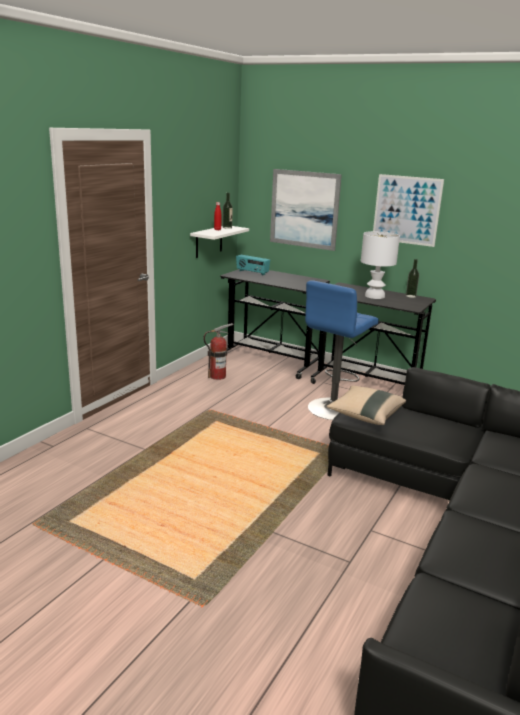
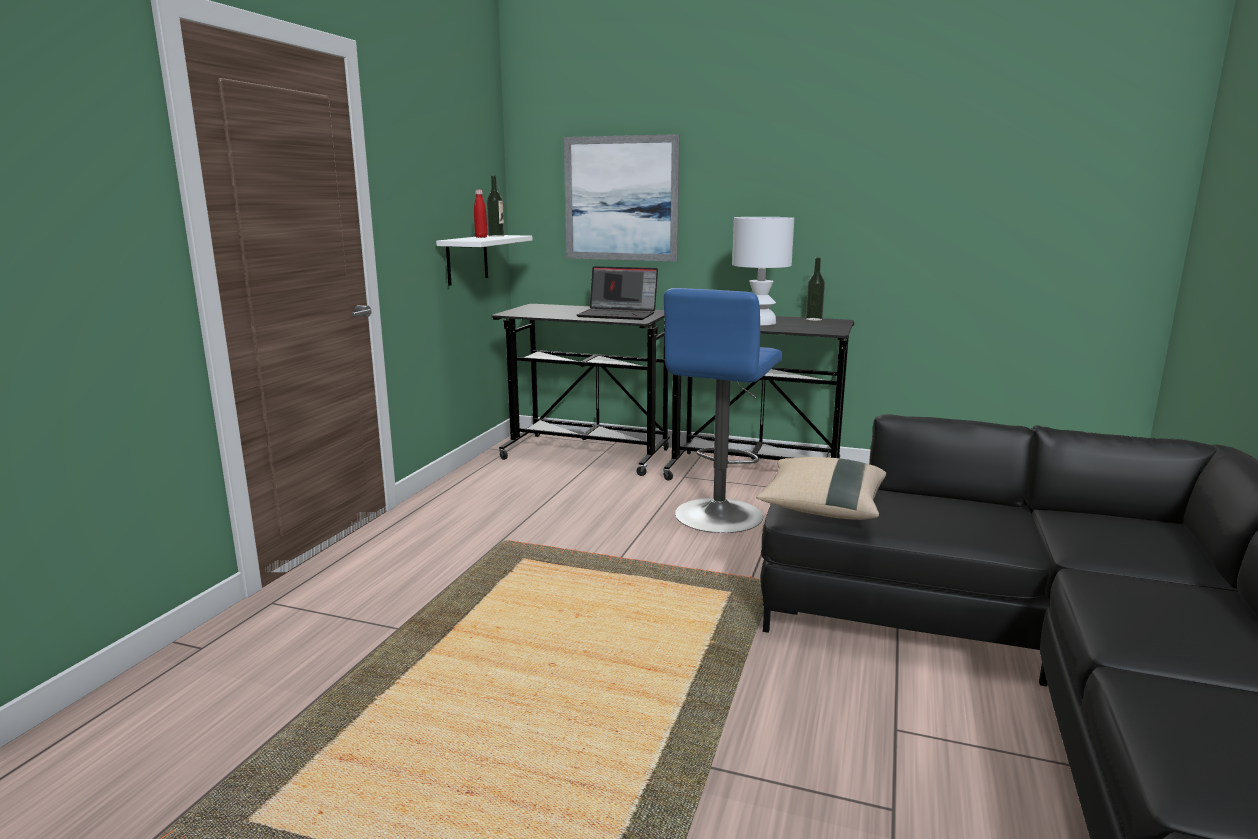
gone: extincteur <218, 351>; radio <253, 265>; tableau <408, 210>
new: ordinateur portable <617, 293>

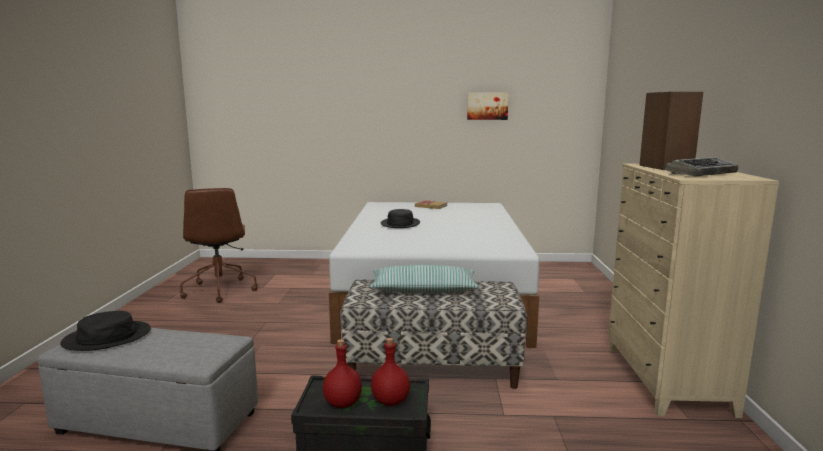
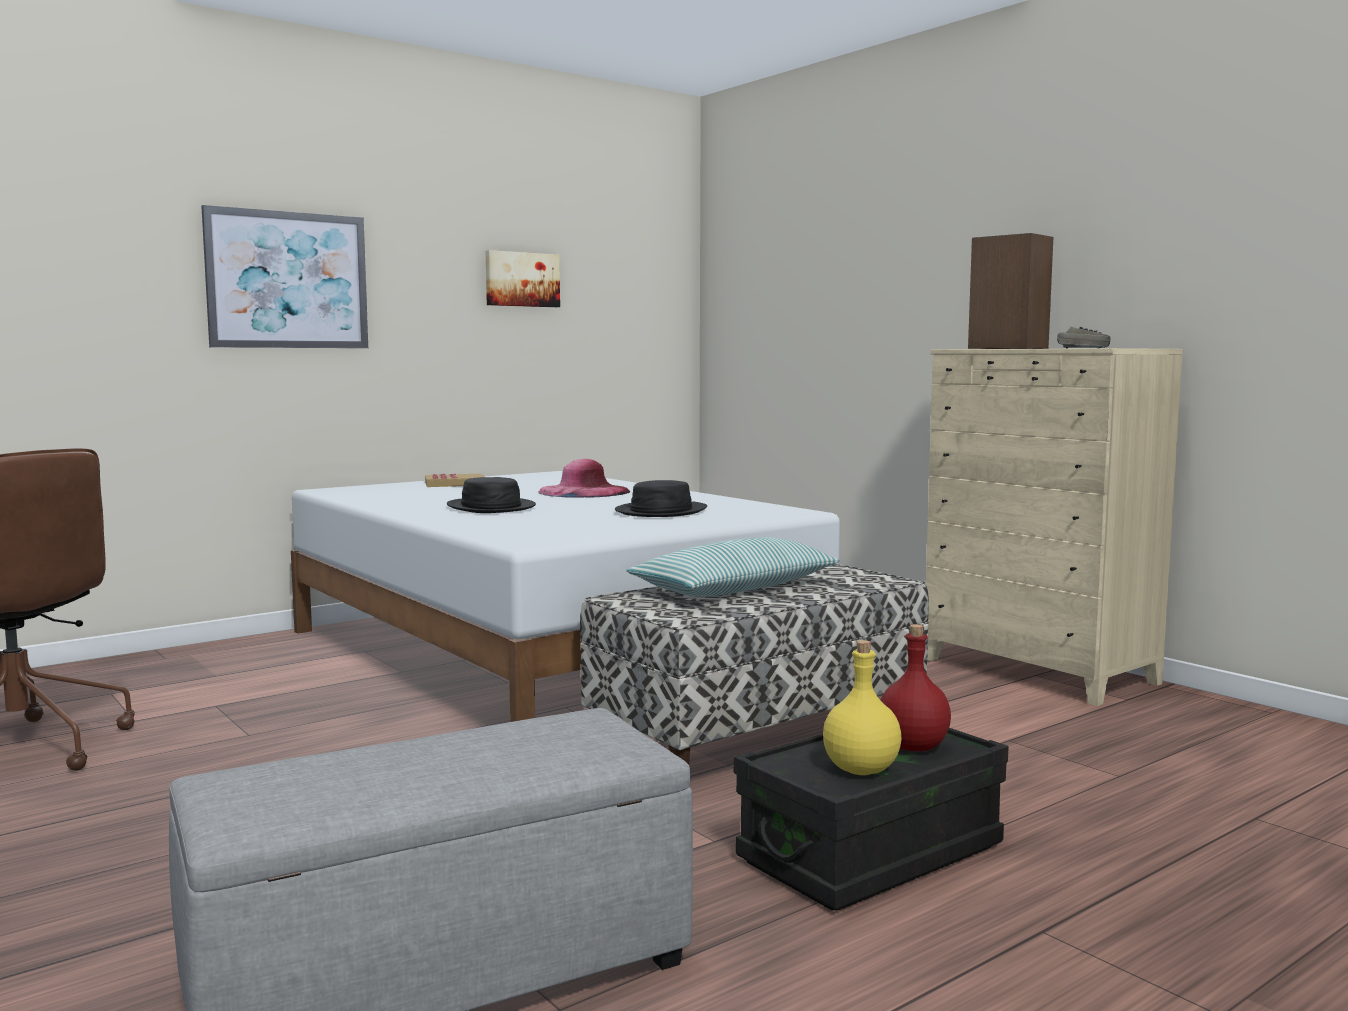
new: tableau <284, 276>; chapeau/rose <584, 478>
shifted: chapeau/noir <105, 331> to <661, 498>
repainted: bouteille/rouge <342, 373> to bouteille/jaune <862, 707>

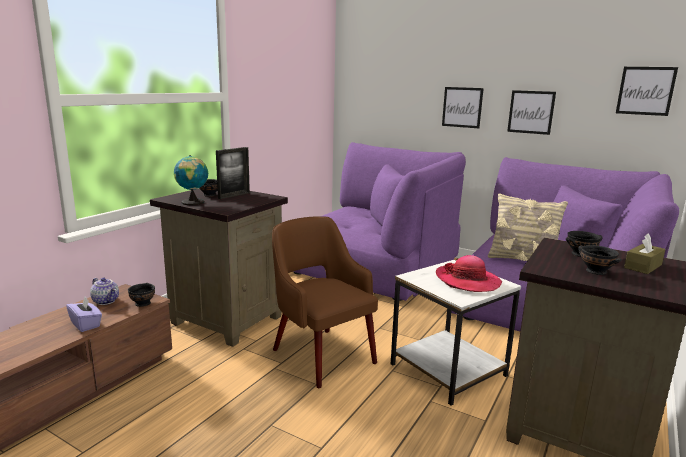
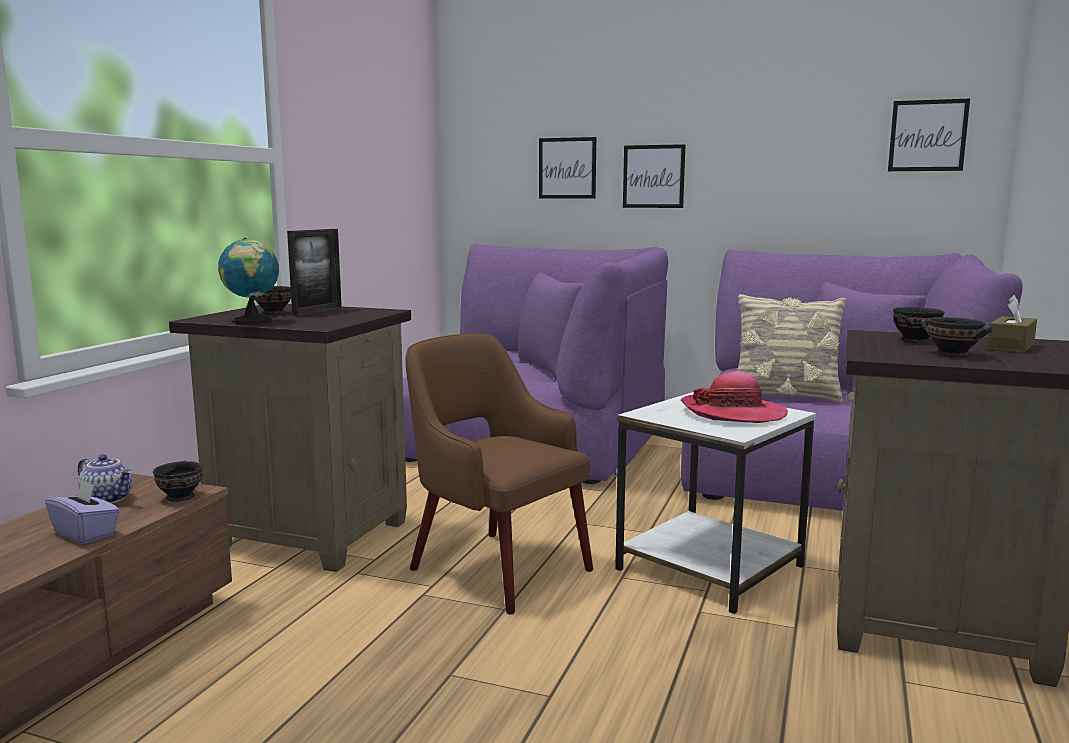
shifted: tableau <531, 112> to <567, 168>

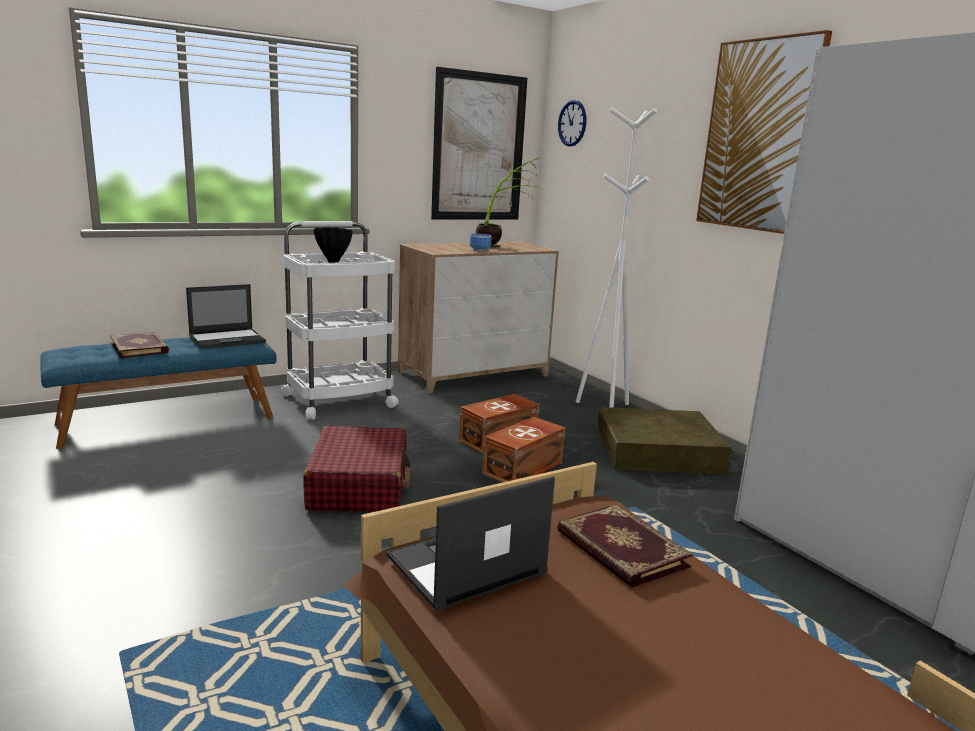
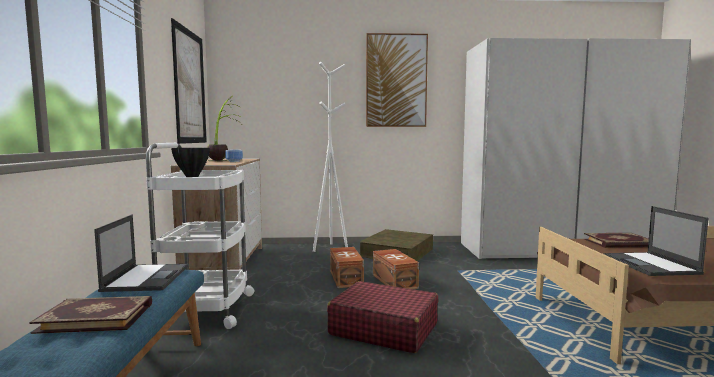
gone: horloge murale <572, 123>

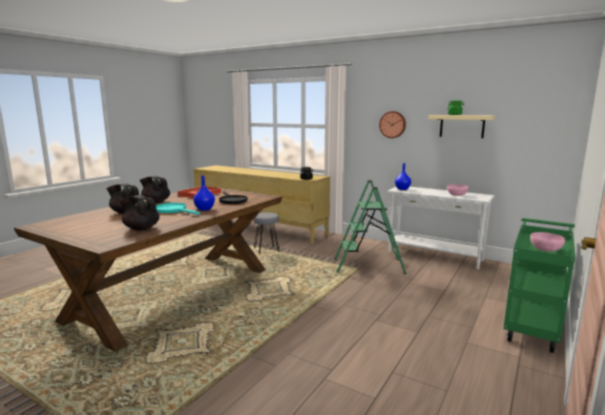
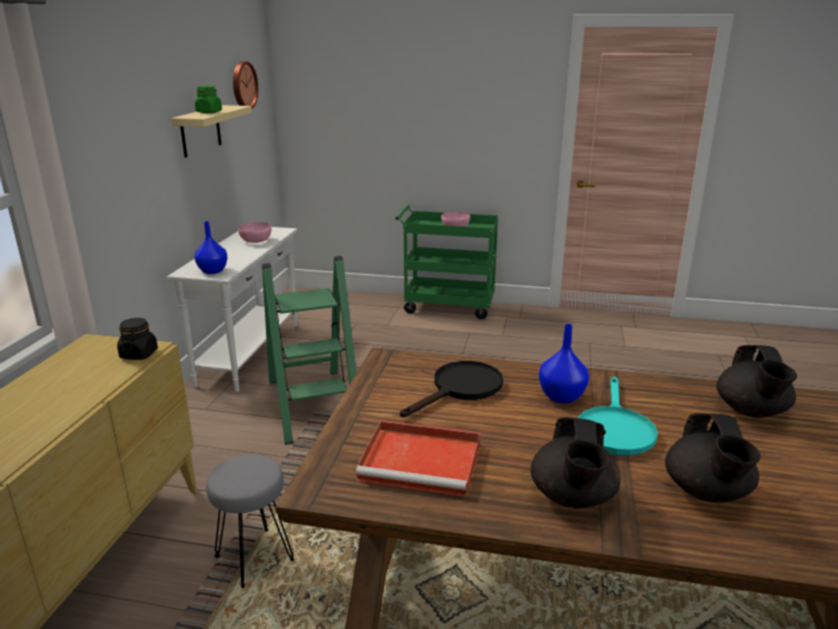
shifted: horloge murale <392, 124> to <245, 85>

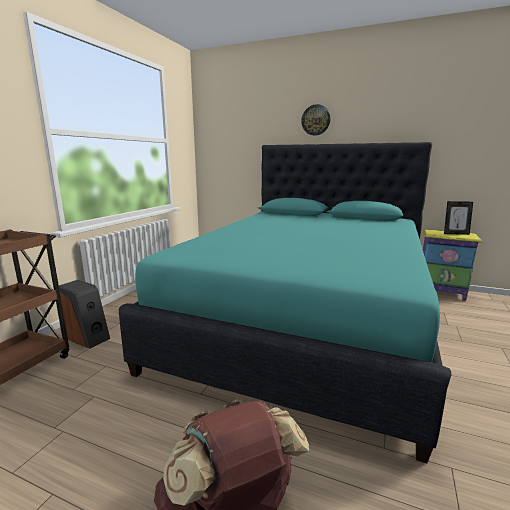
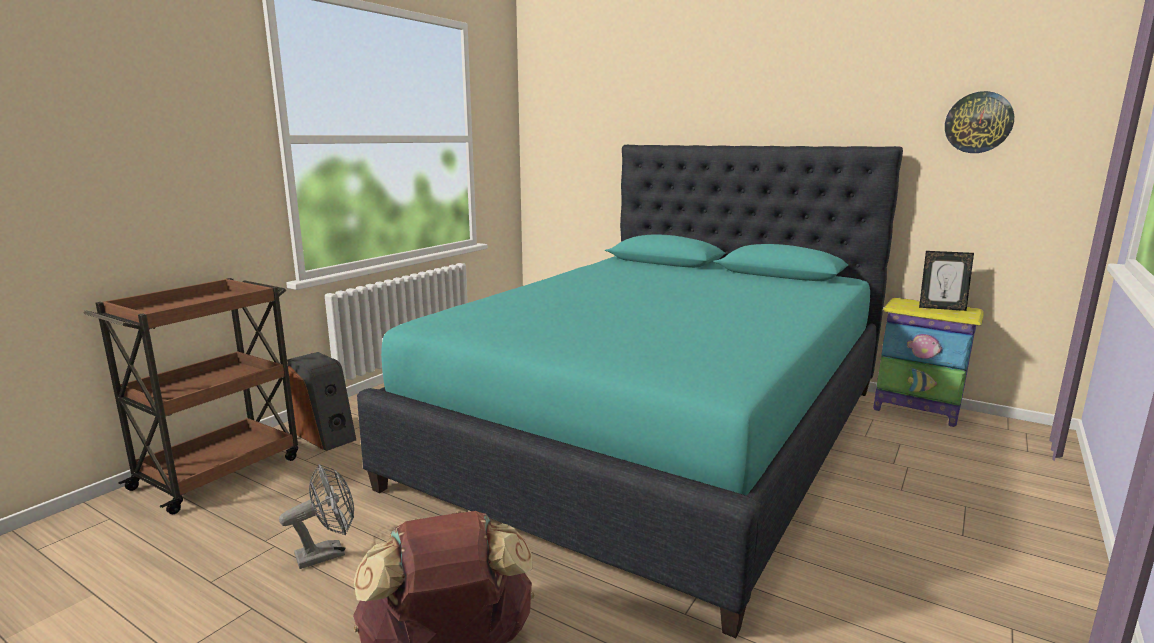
new: ventilateur/gris <316, 516>
shifted: horloge murale <315, 119> to <979, 122>

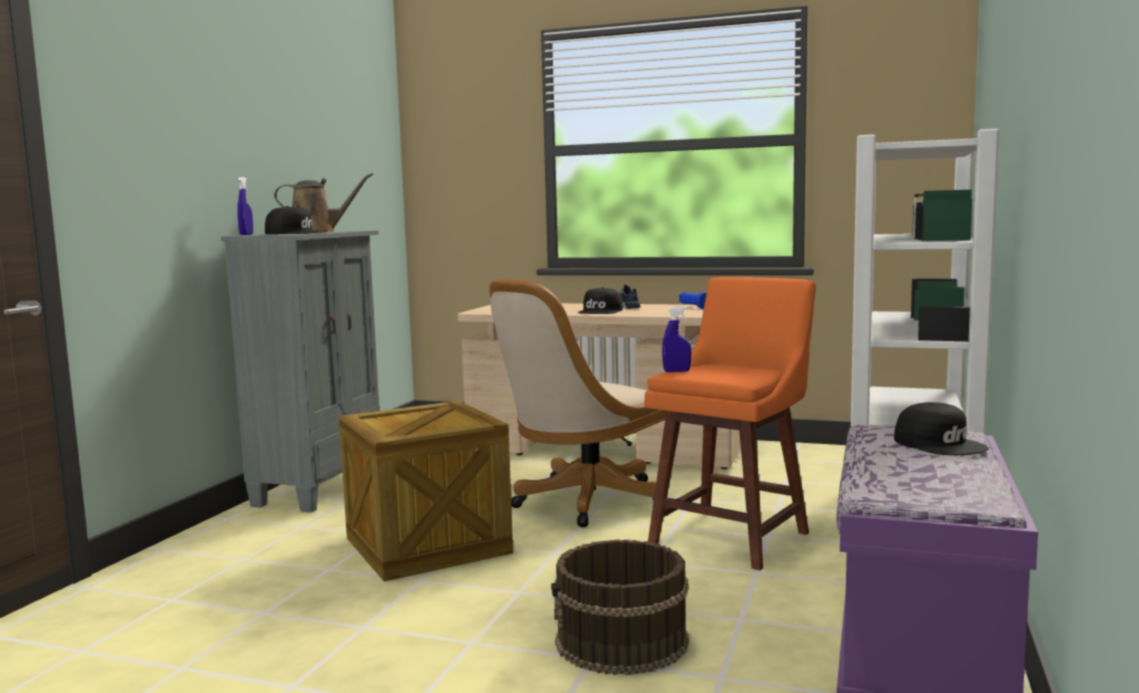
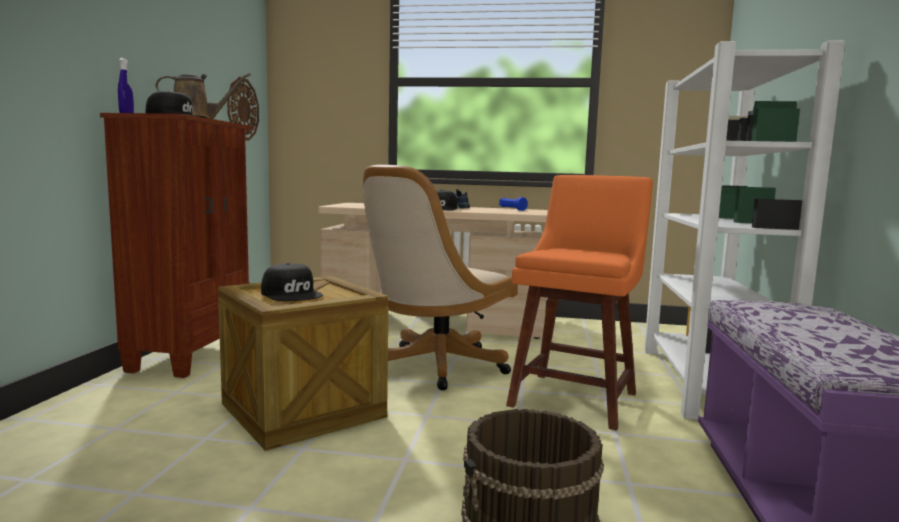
gone: vaporisateur/bleu <677, 339>
new: horloge murale <243, 109>
shifted: casquette/noir <941, 428> to <292, 282>
repainted: meuble de rangement/gris <300, 371> to meuble de rangement/marron <177, 245>

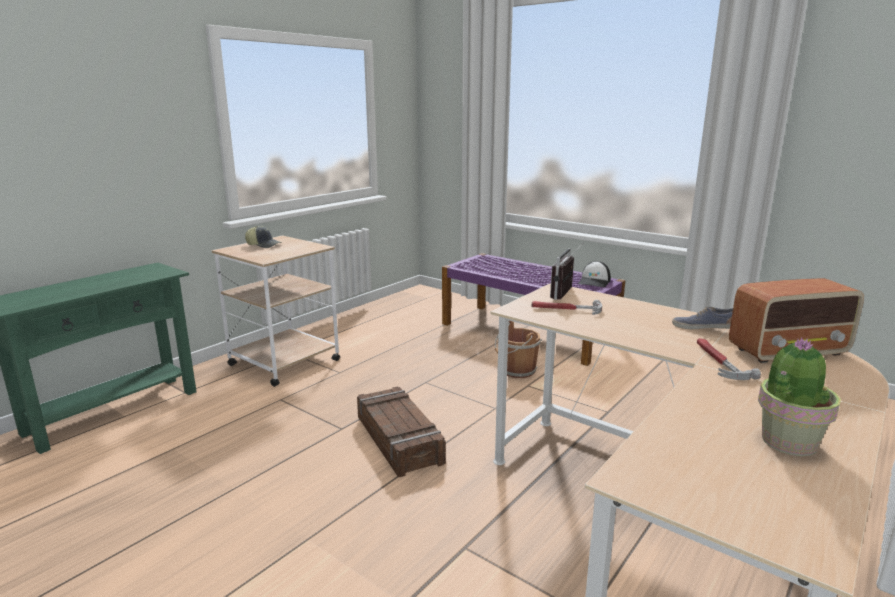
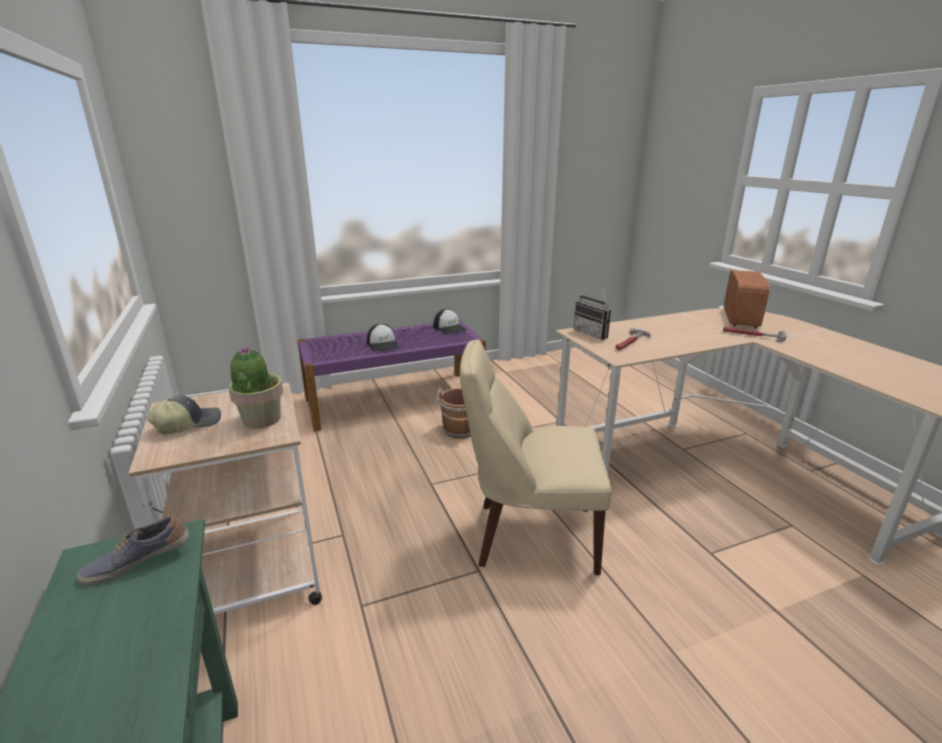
new: casquette <383, 337>
shifted: chaussure <702, 318> to <133, 551>; plante en pot <799, 397> to <256, 387>
swapped: caisse <401, 432> to chaise/beige <535, 457>

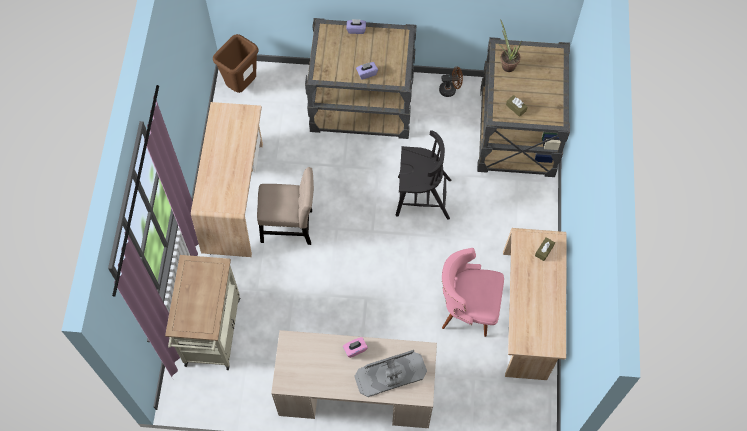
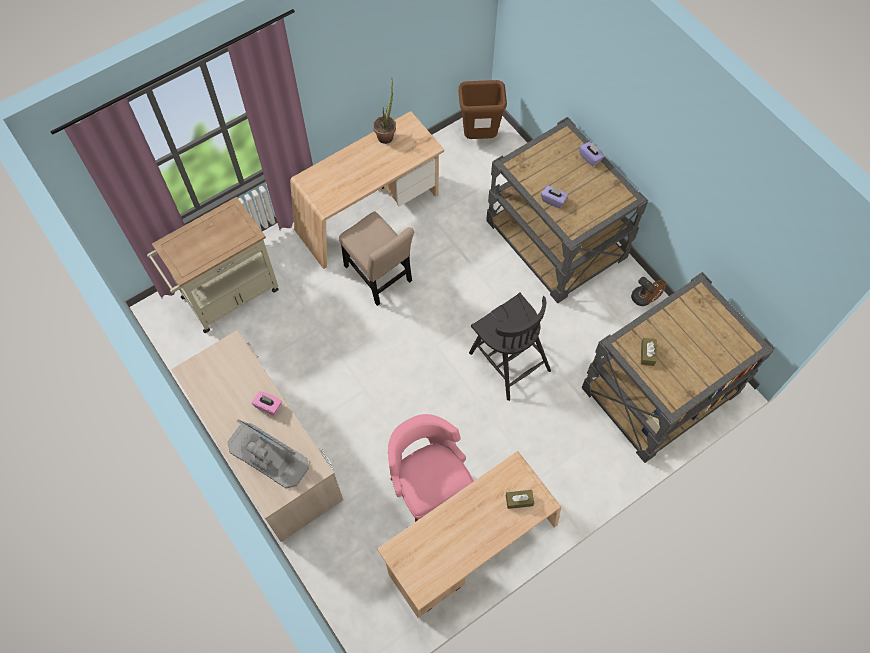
shifted: plante en pot <509, 45> to <384, 111>

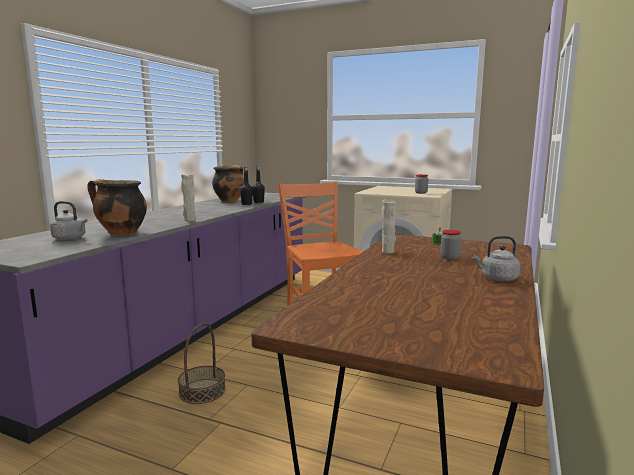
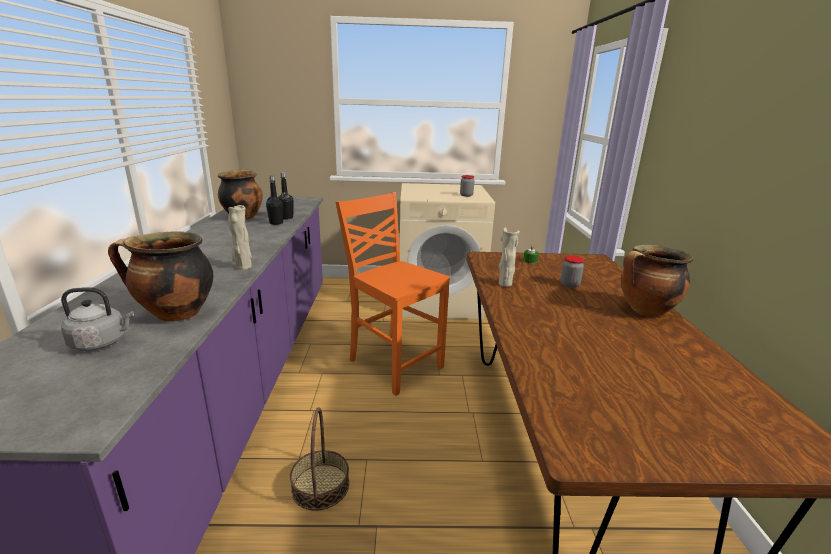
swapped: bouilloire/gris <496, 258> to marmite <656, 281>

